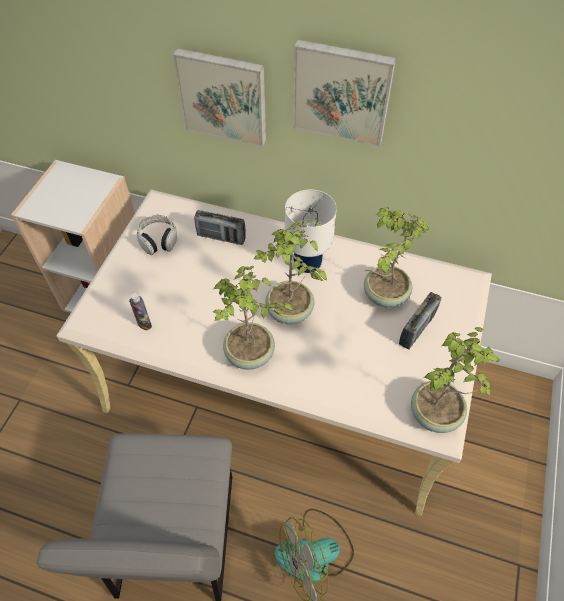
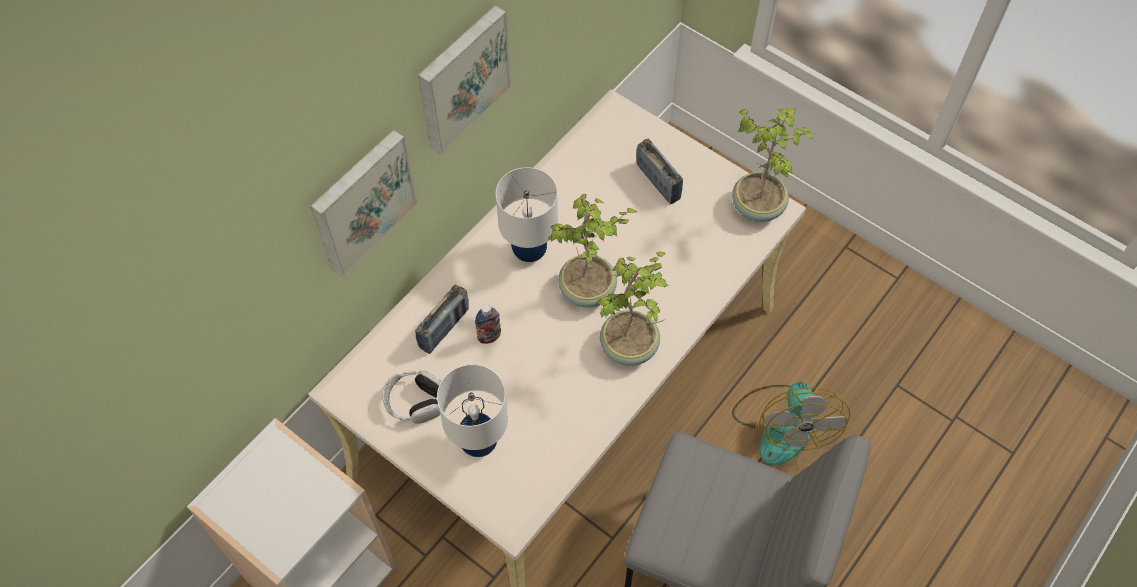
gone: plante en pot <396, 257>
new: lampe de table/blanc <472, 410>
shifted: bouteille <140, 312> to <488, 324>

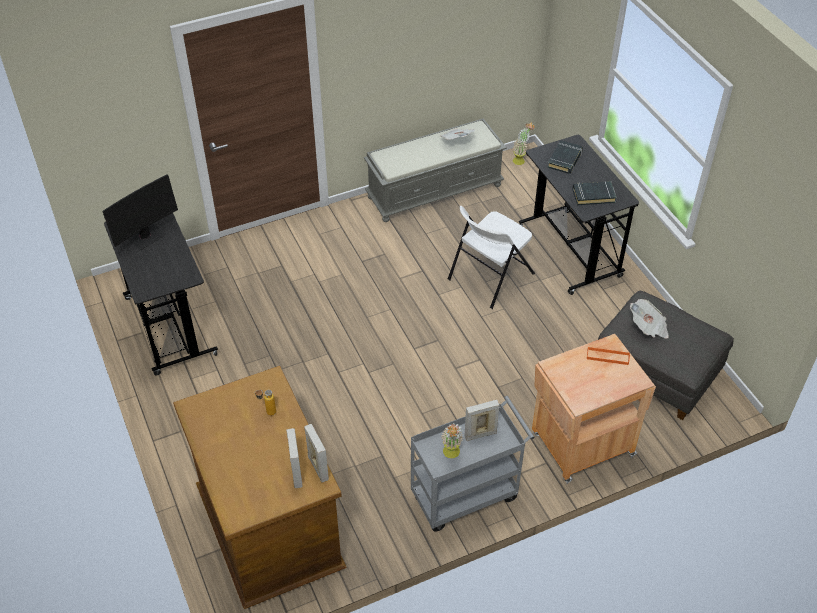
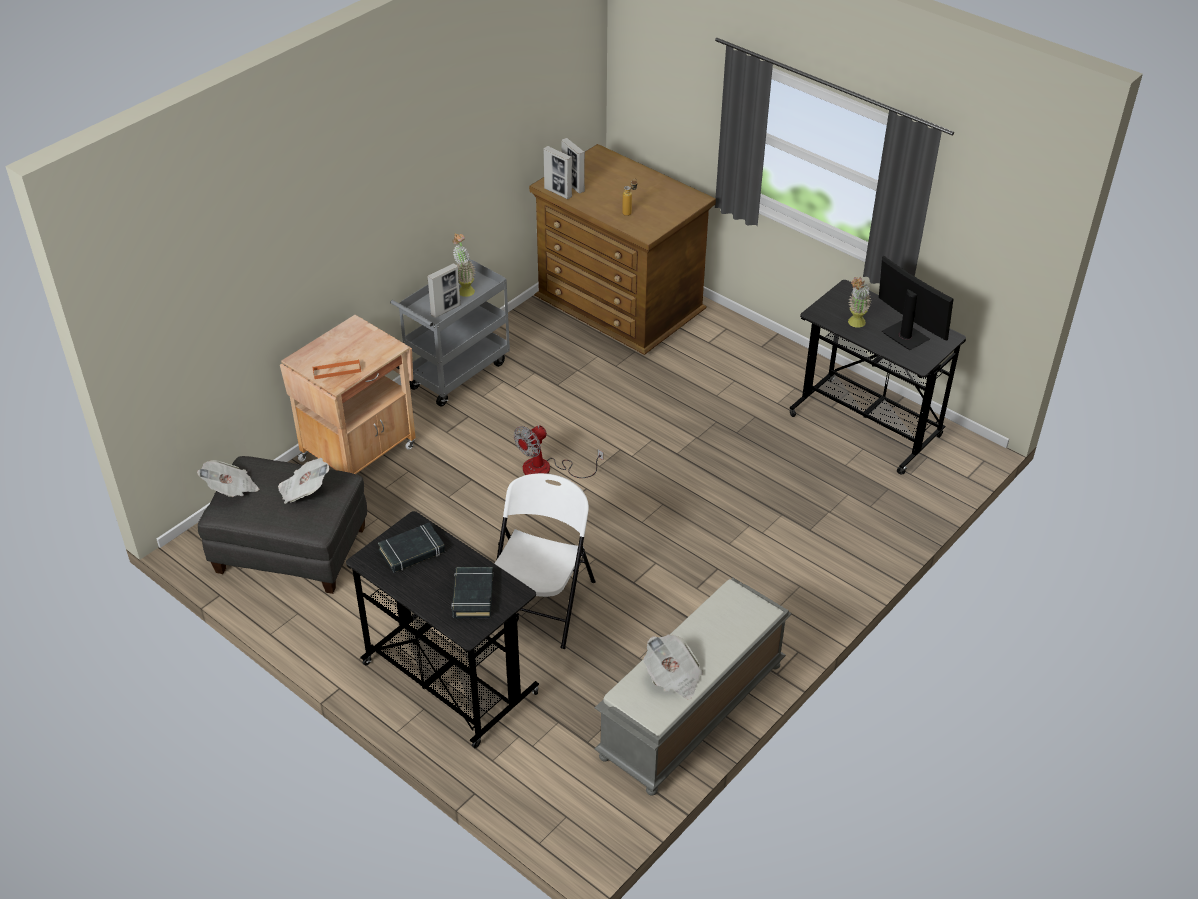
new: journal <228, 478>; ventilateur <558, 451>
shifted: plante en pot <523, 143> to <859, 302>
rotated: écran d'ordinateur <140, 212> = <916, 302> 120 degrees clockwise

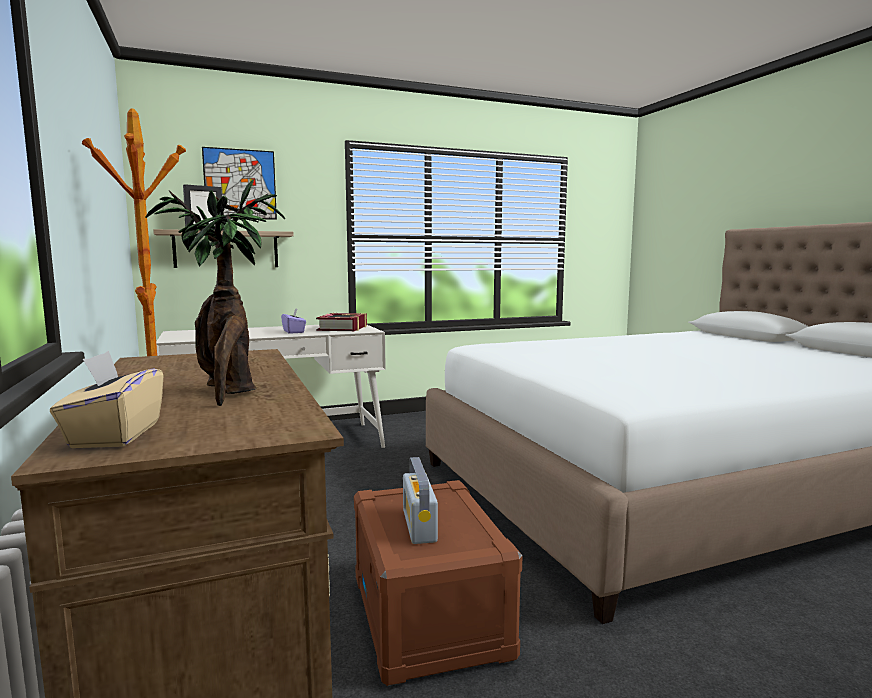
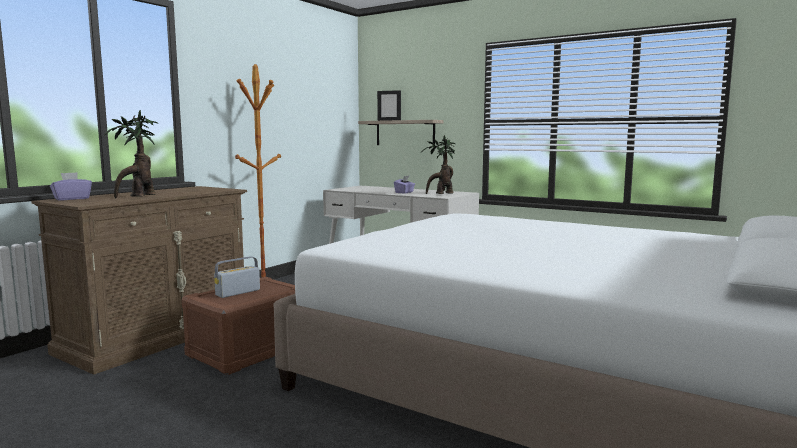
gone: tableau <239, 183>
swapped: livre <341, 322> to plante en pot <438, 164>
repainted: boîte à mouchoirs/beige <107, 399> to boîte à mouchoirs/violet <71, 186>

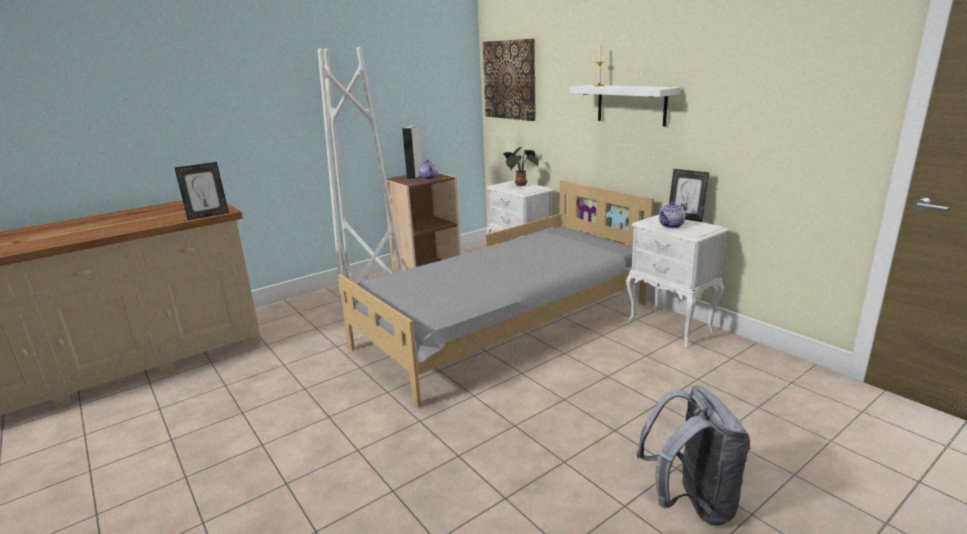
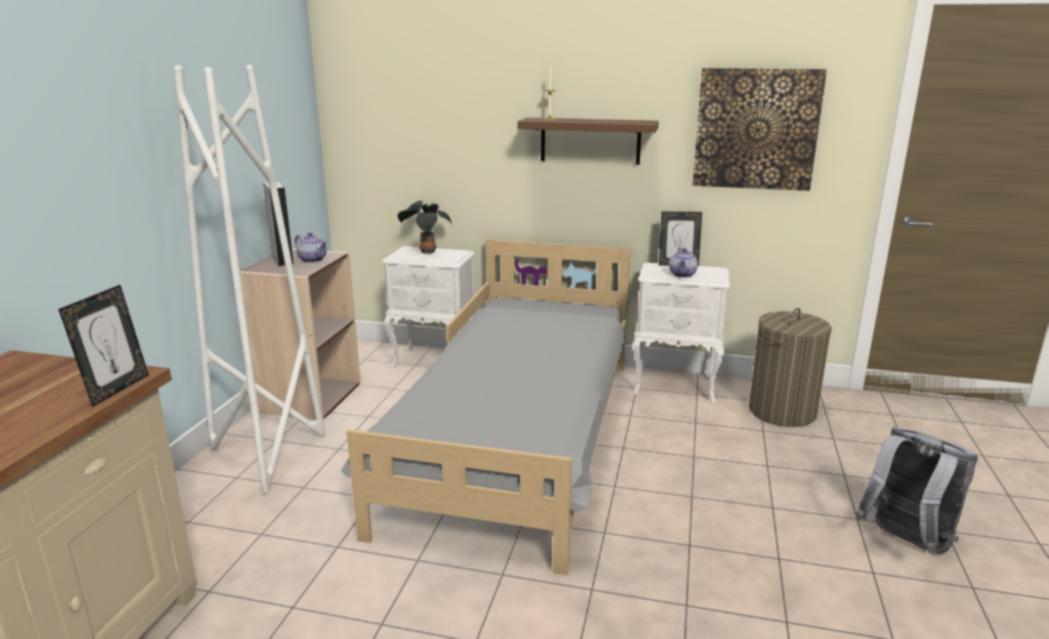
new: panier à linge <790, 367>
shifted: tableau <509, 80> to <759, 129>
repainted: étagère/blanc <625, 105> to étagère/marron <588, 141>

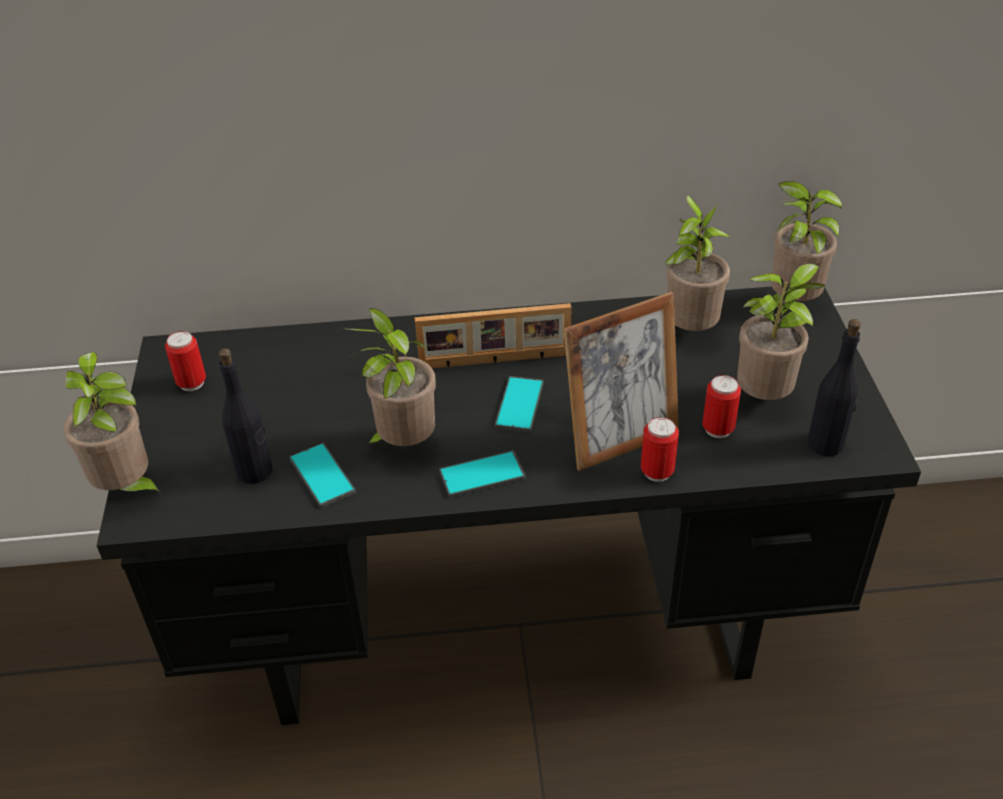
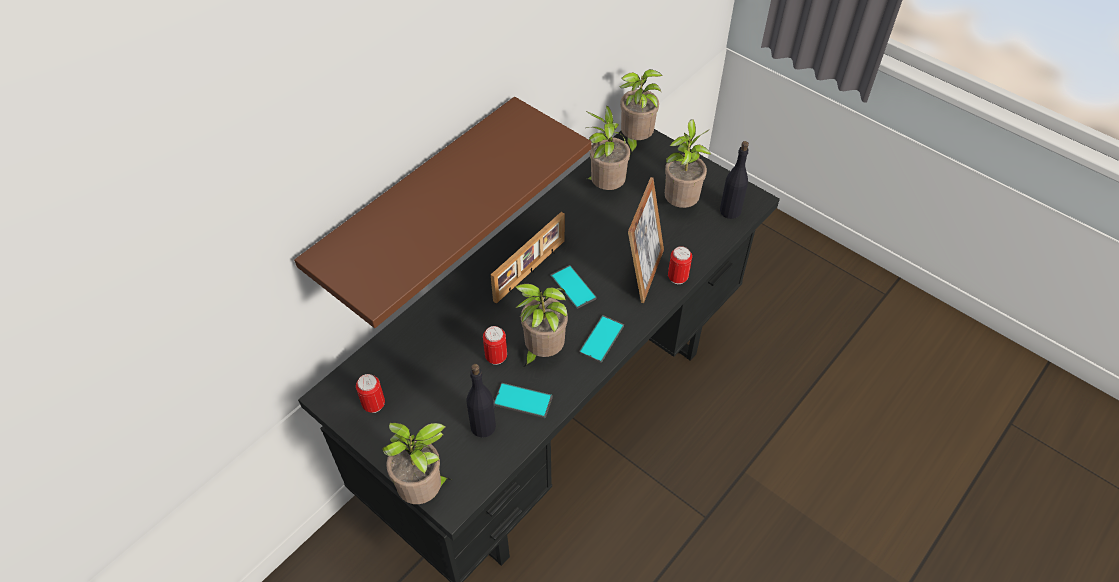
new: étagère/marron <443, 212>
shifted: boîte métallique <721, 406> to <495, 345>

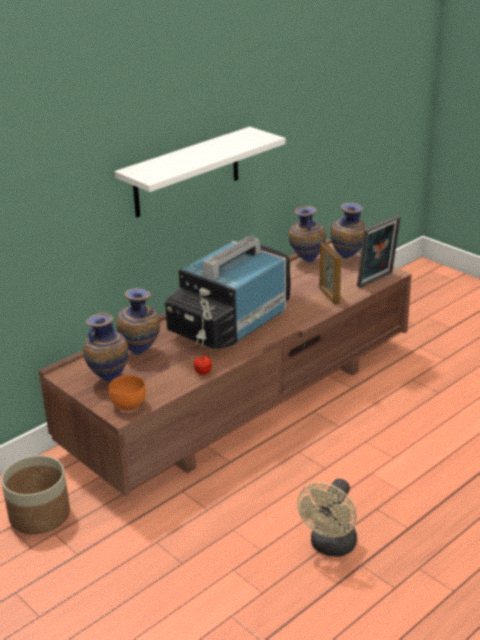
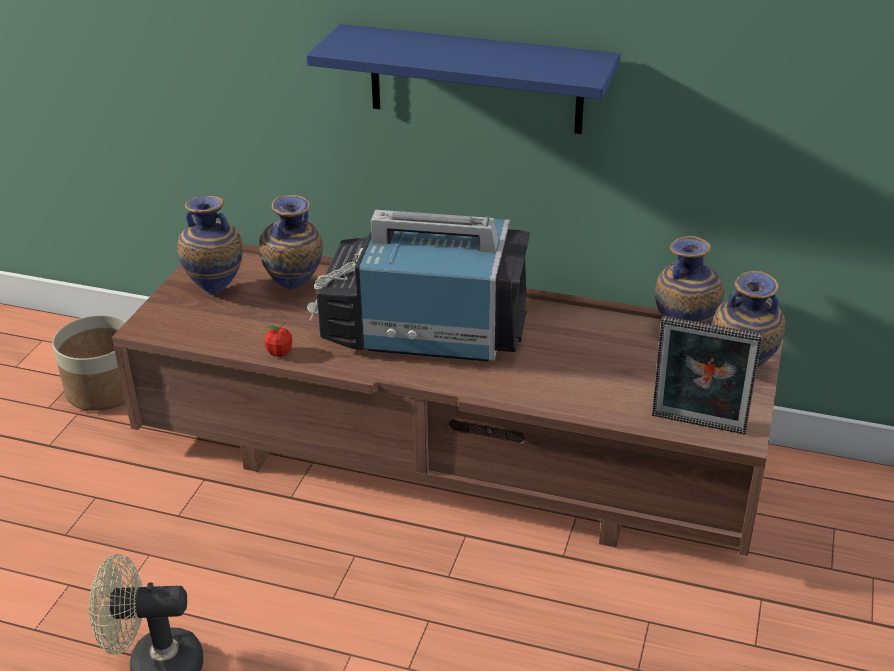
gone: bol/orange <127, 393>; cadre photo <330, 273>
repainted: étagère/blanc <200, 172> to étagère/bleu <463, 79>

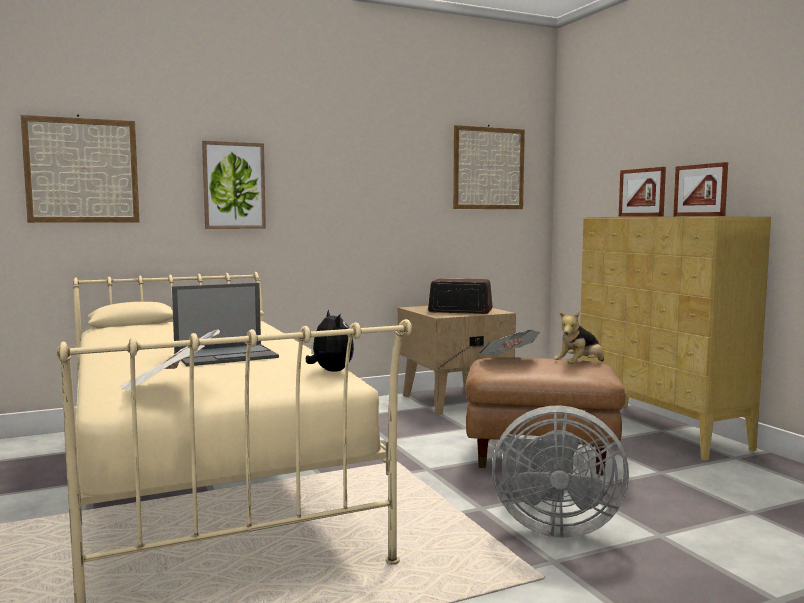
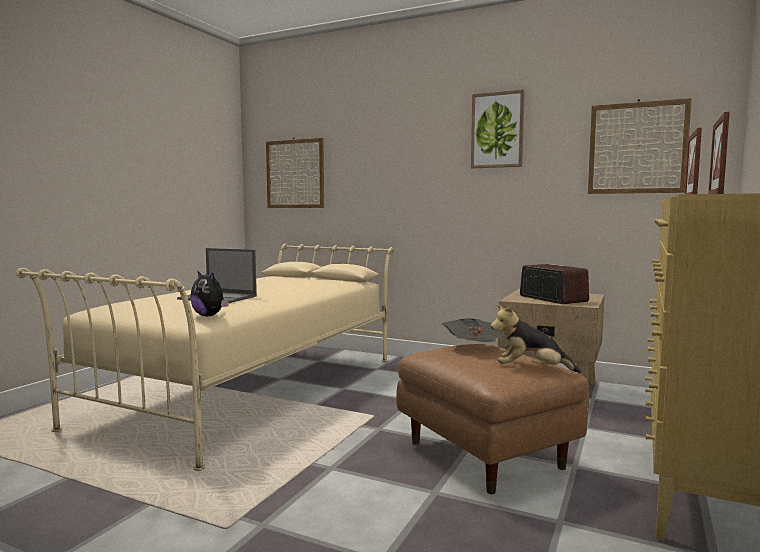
gone: journal <170, 361>; ventilateur/gris <560, 471>
shifted: tableau <234, 185> to <498, 129>
rotated: peluche <330, 340> = <209, 293> 105 degrees clockwise

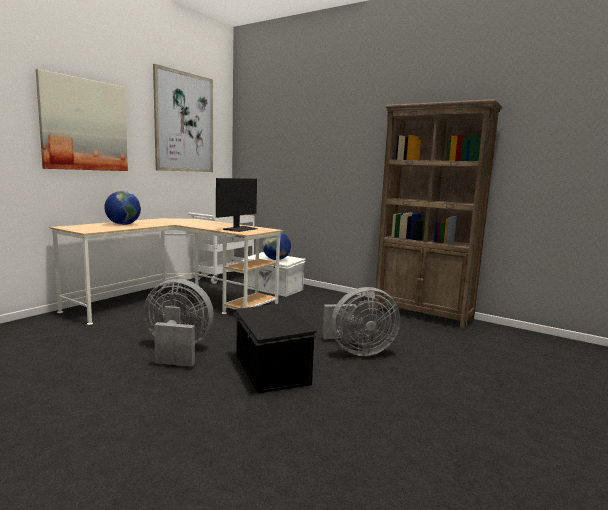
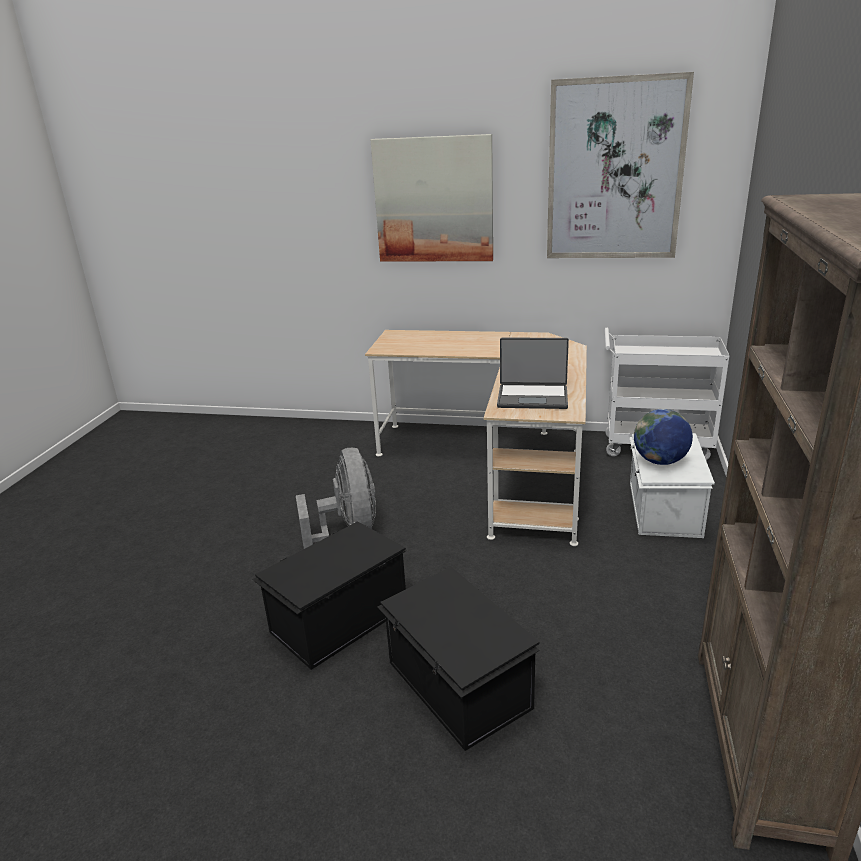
gone: globe <122, 208>
swapped: écran d'ordinateur <236, 205> to ordinateur portable <533, 373>; ventilateur/gris <361, 321> to boîte de rangement/noir <458, 659>

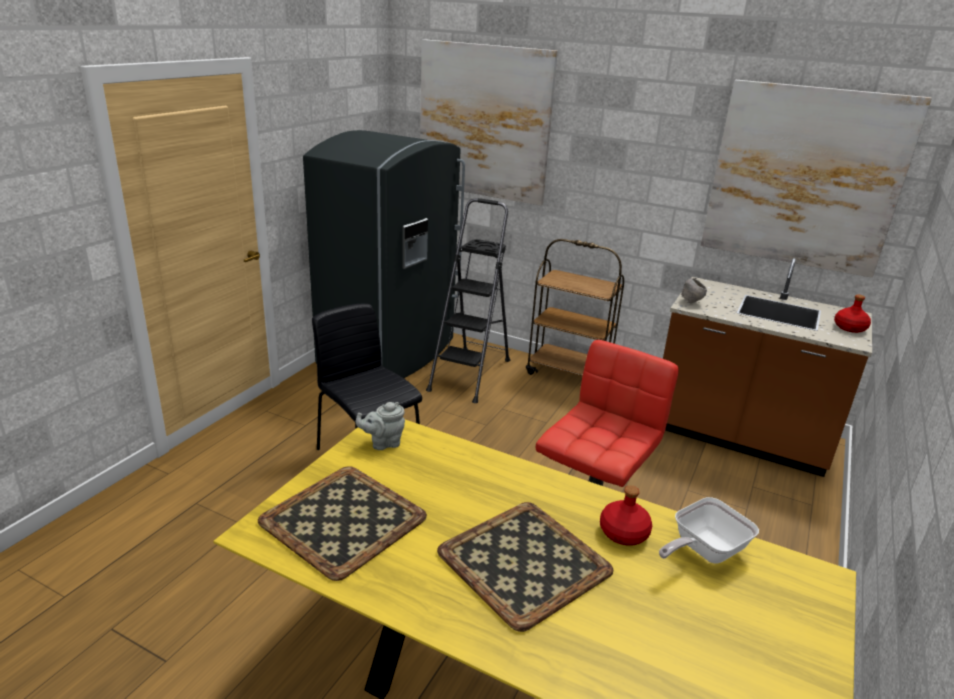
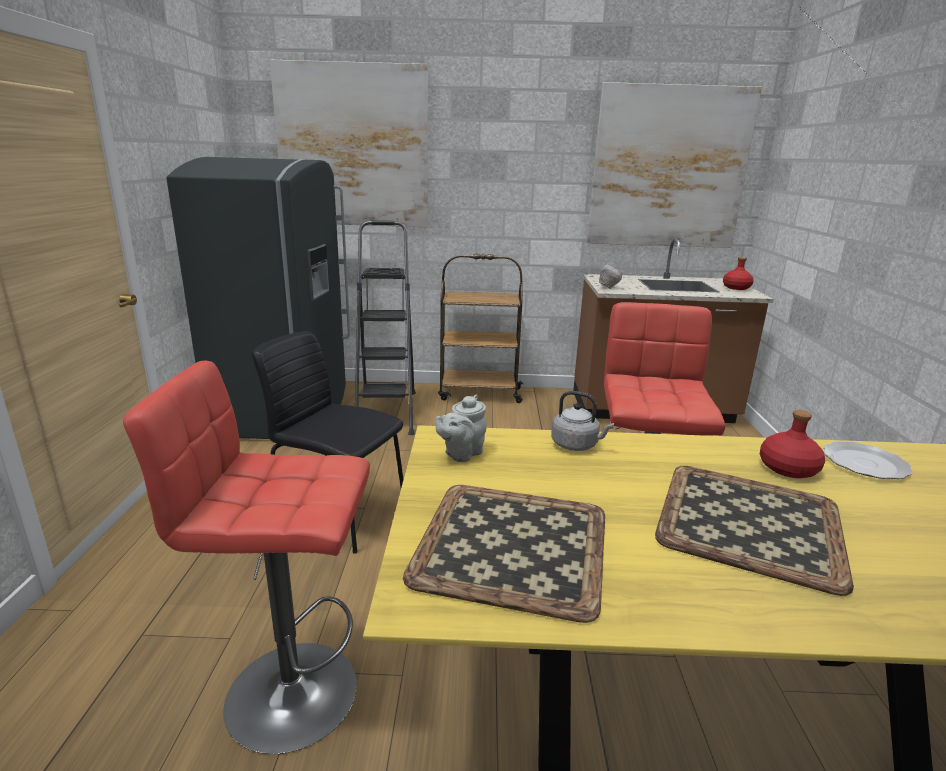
new: tabouret/rouge <246, 557>; bouilloire/gris <582, 421>
swapped: poêle <709, 530> to assiette <868, 460>

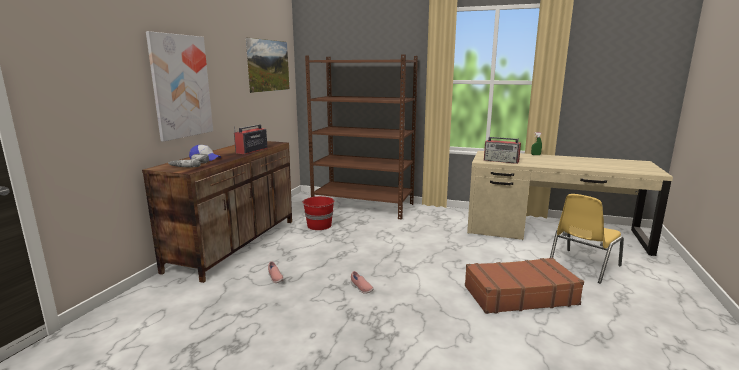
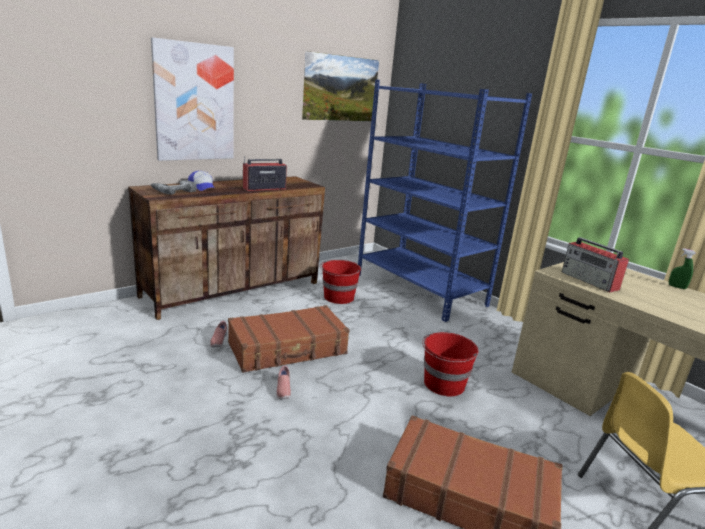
new: valise/marron <288, 339>; seau/rouge <450, 364>
repainted: bibliothèque/marron <361, 137> to bibliothèque/bleu <445, 200>

